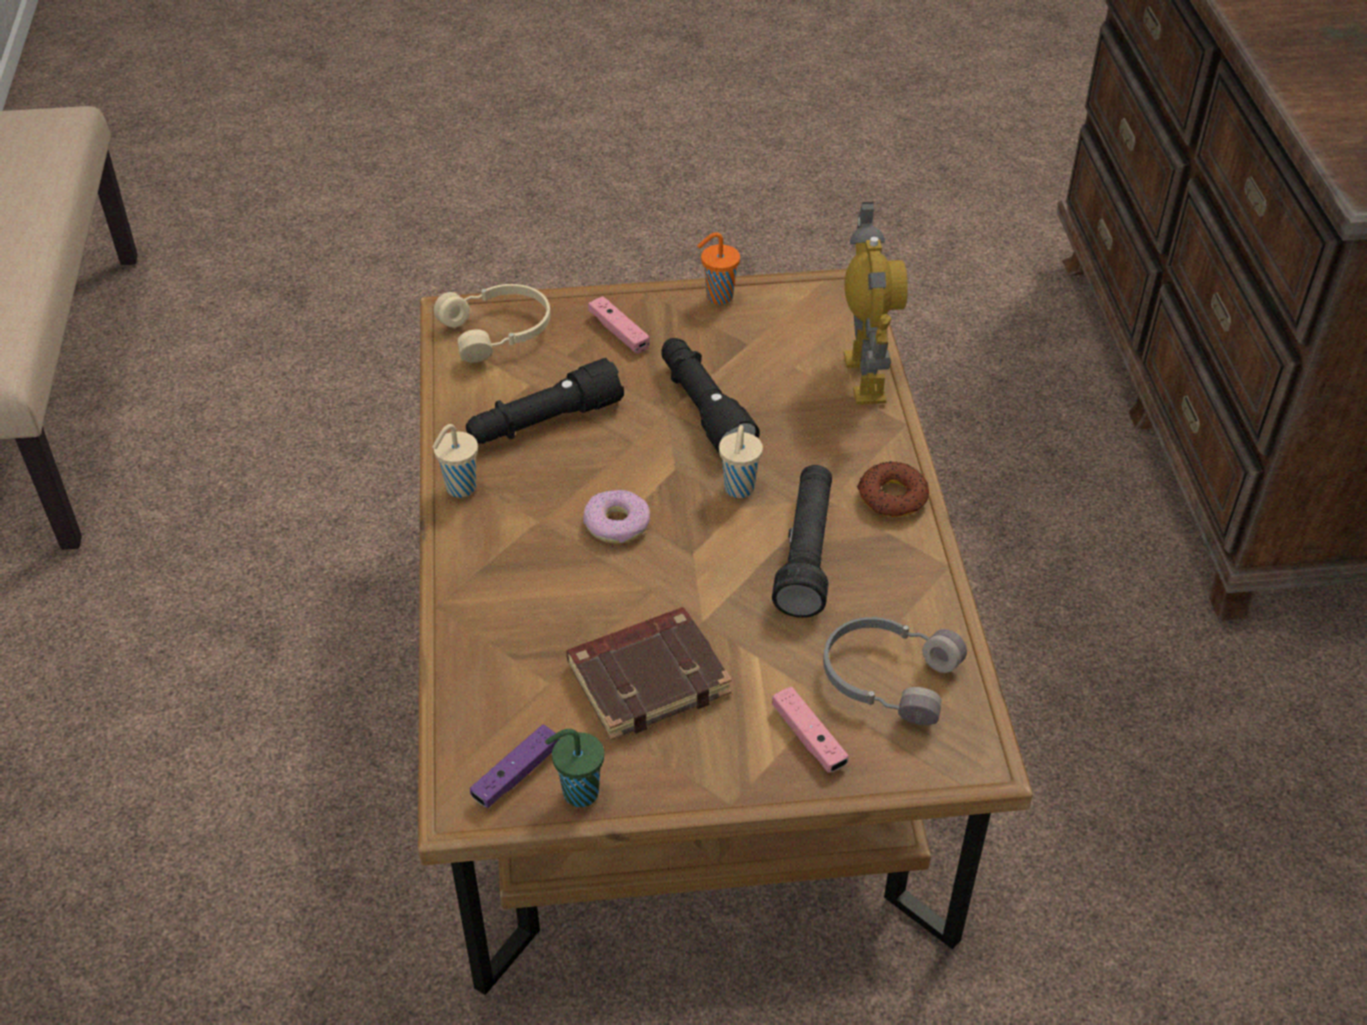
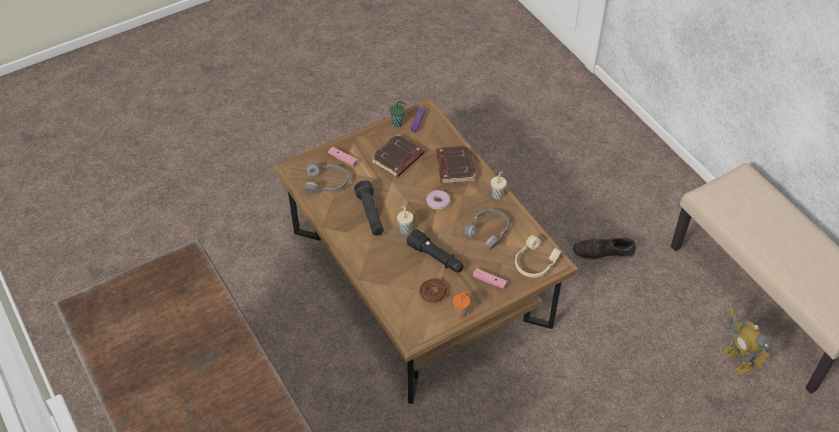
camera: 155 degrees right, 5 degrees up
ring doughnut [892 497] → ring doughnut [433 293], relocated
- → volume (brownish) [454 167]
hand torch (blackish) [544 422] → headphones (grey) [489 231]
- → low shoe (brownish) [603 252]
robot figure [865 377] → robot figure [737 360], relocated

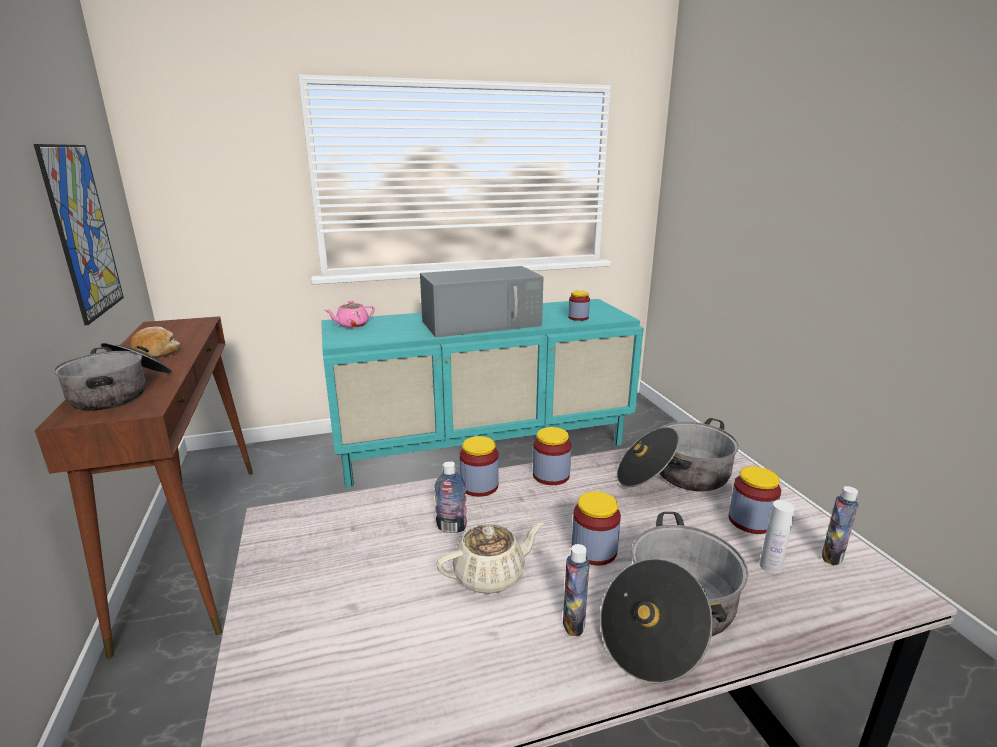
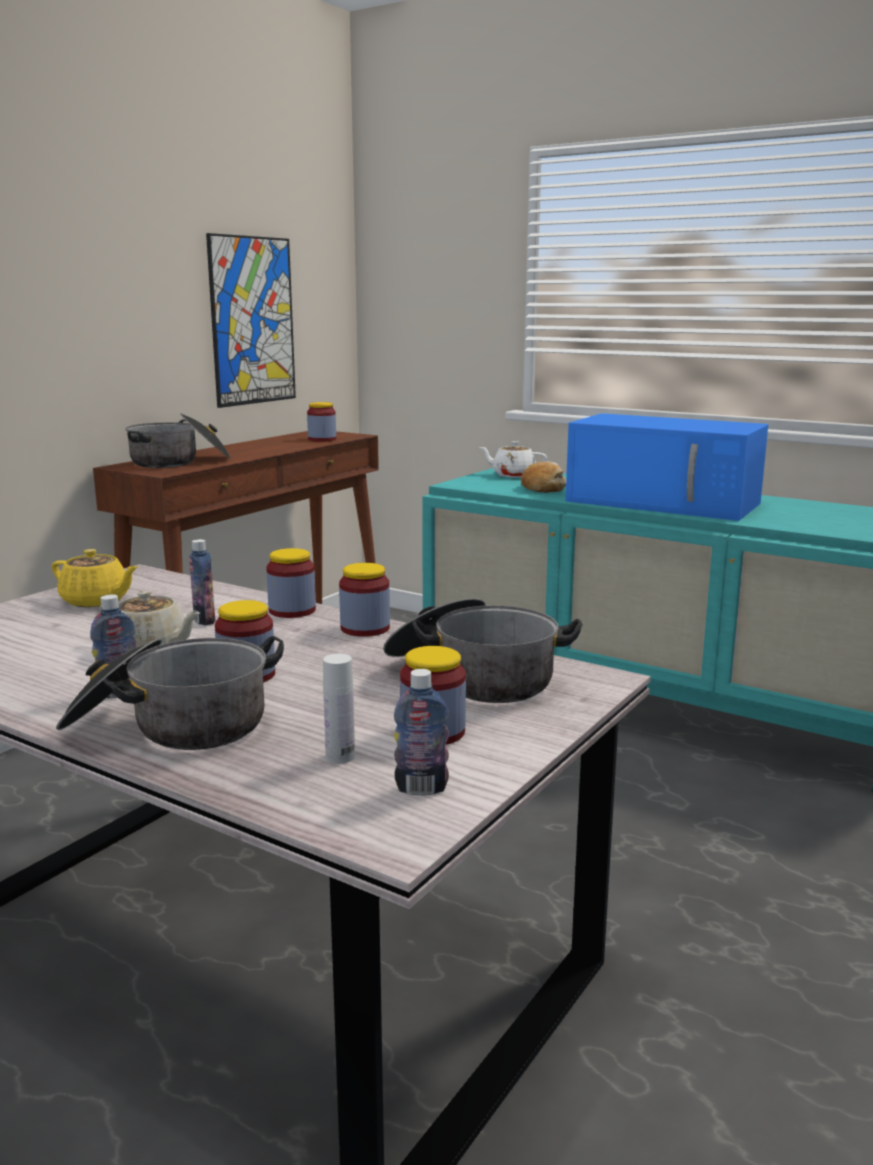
camera: 50 degrees right, 5 degrees down
- → tea pot (yellow) [96 601]
storage jar [578 318] → storage jar [322 439], relocated
tea pot (pinkish) [352 325] → tea pot (white) [512 475]
baked bread [156 351] → baked bread [543 488], relocated
kitchen microwave (grey) [483 323] → kitchen microwave (blue-coloured) [665 502]

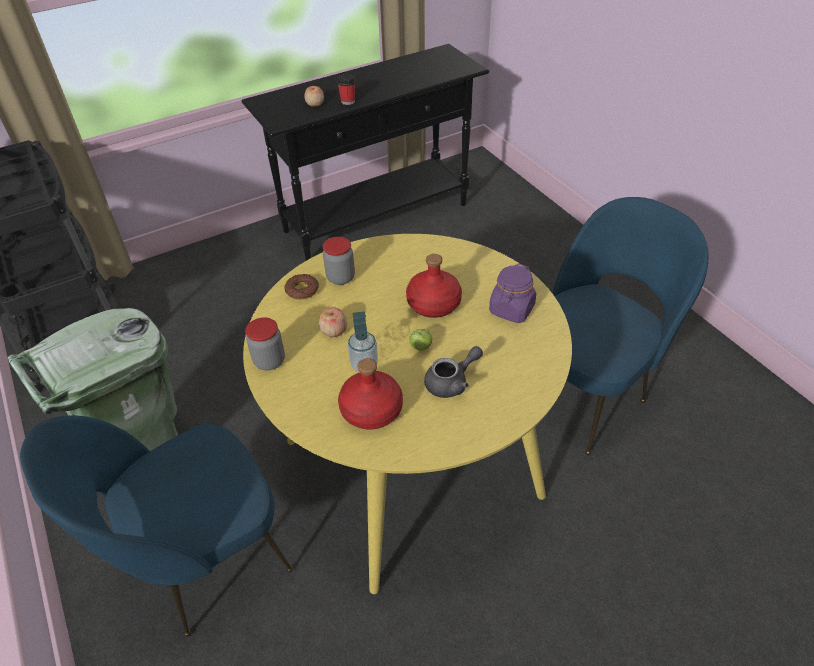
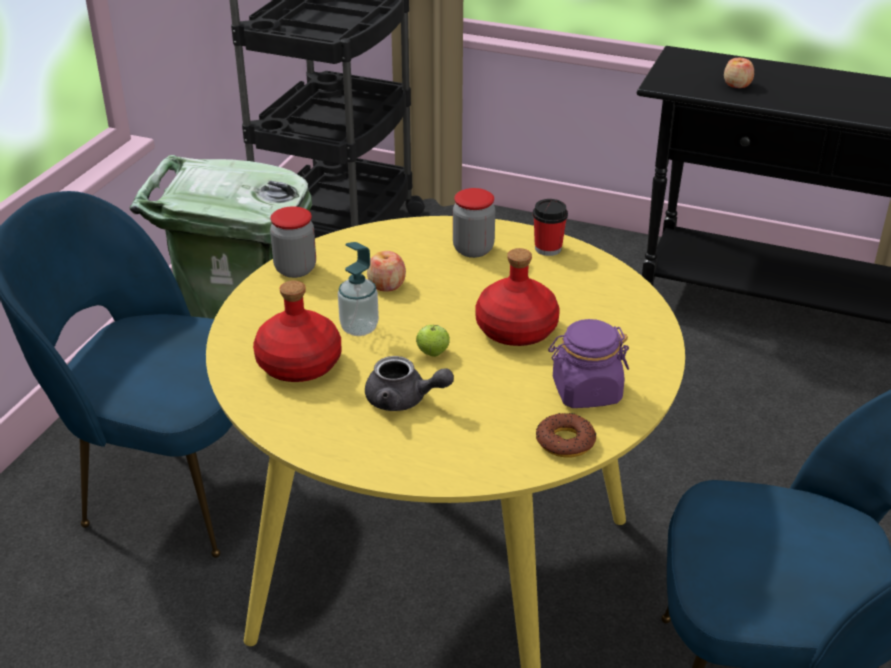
camera: 50 degrees right, 10 degrees down
cup [348 101] → cup [548 248], relocated
ring doughnut [302 290] → ring doughnut [565 441], relocated

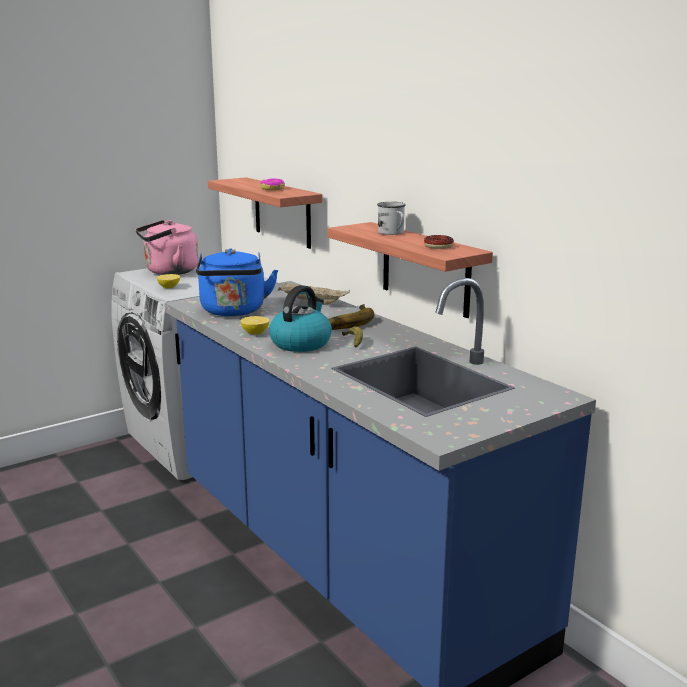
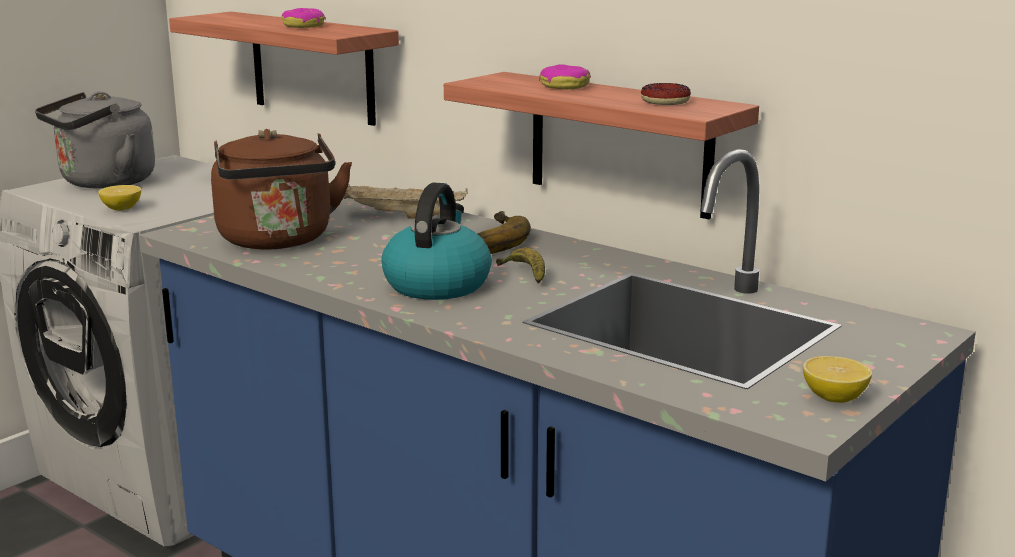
camera: 15 degrees left, 0 degrees up
kettle (pinkish) [168 272] → kettle (grey) [103 183]
kettle (blue-coloured) [233 312] → kettle (brownish) [278 241]
coffee mug (white) [393 233] → ring doughnut [565 86]
whole lemon [255 333] → whole lemon [834 398], relocated

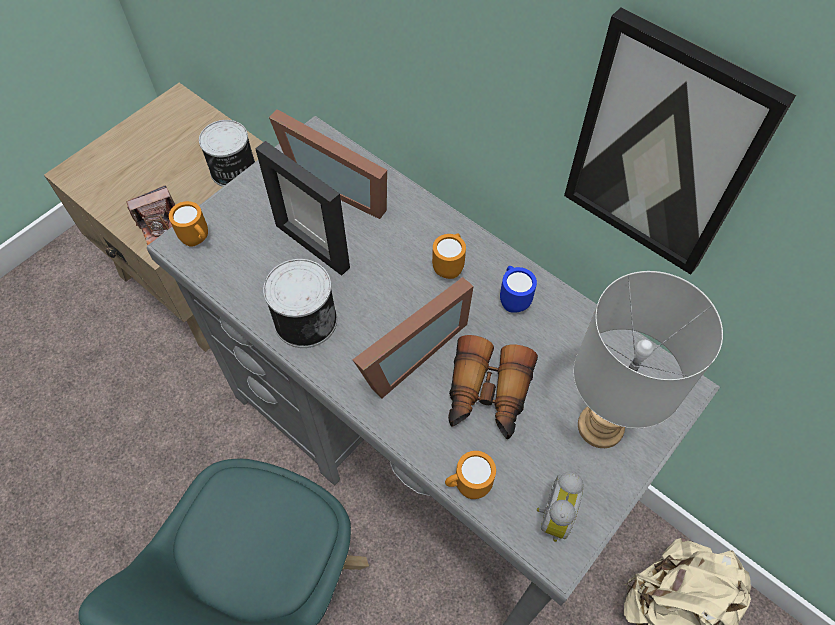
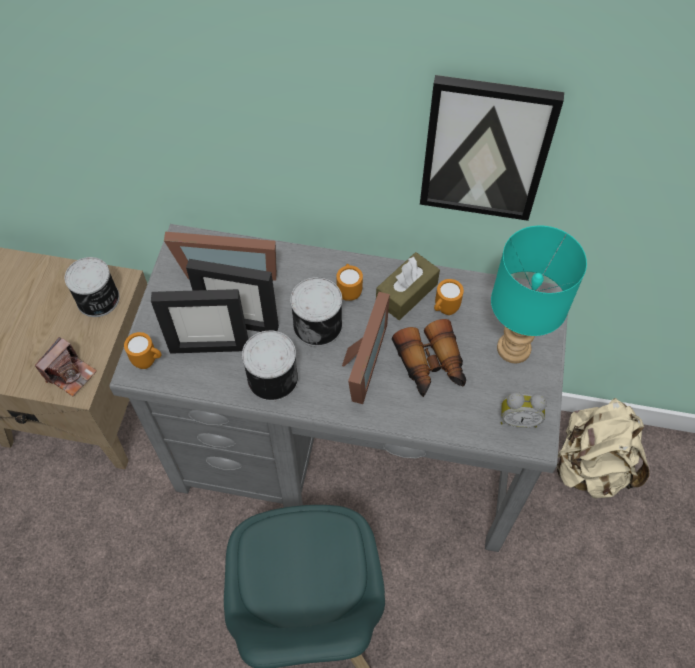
camera: 30 degrees left, 0 degrees up
- → picture frame [209 346]
- → metal can [318 324]
coffee mug (blue-coloured) [512 299] → tissue box (brownish) [406 293]
coffee mug (orange) [467 486] → coffee mug (orange) [444 310], relocated
tabletop lamp (grey) [602 426] → tabletop lamp (blue-green) [515 348]
alarm clock [552 515] → alarm clock [518 419], 105 degrees clockwise

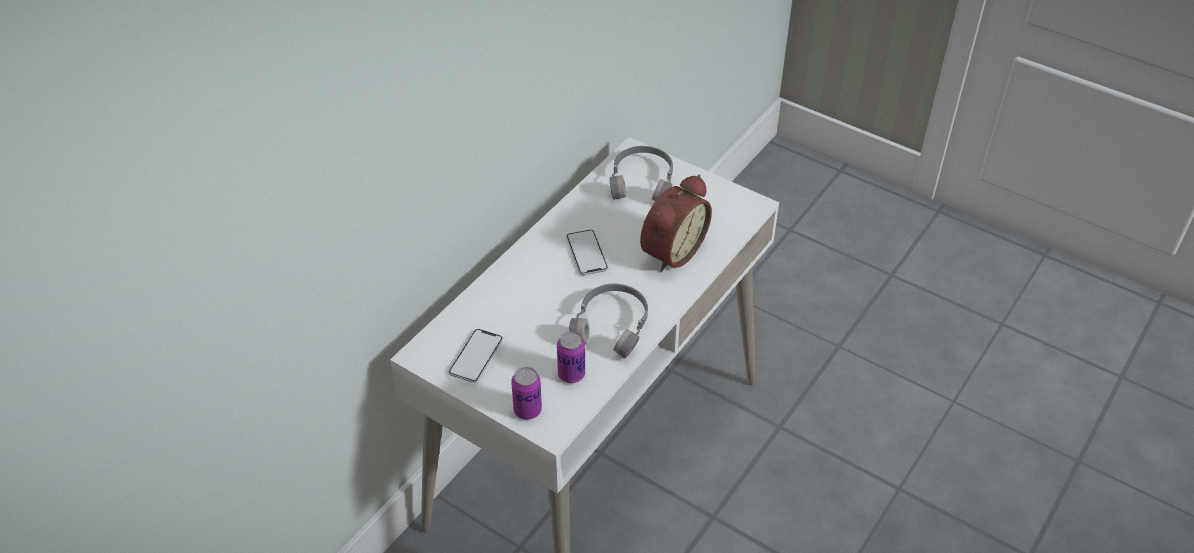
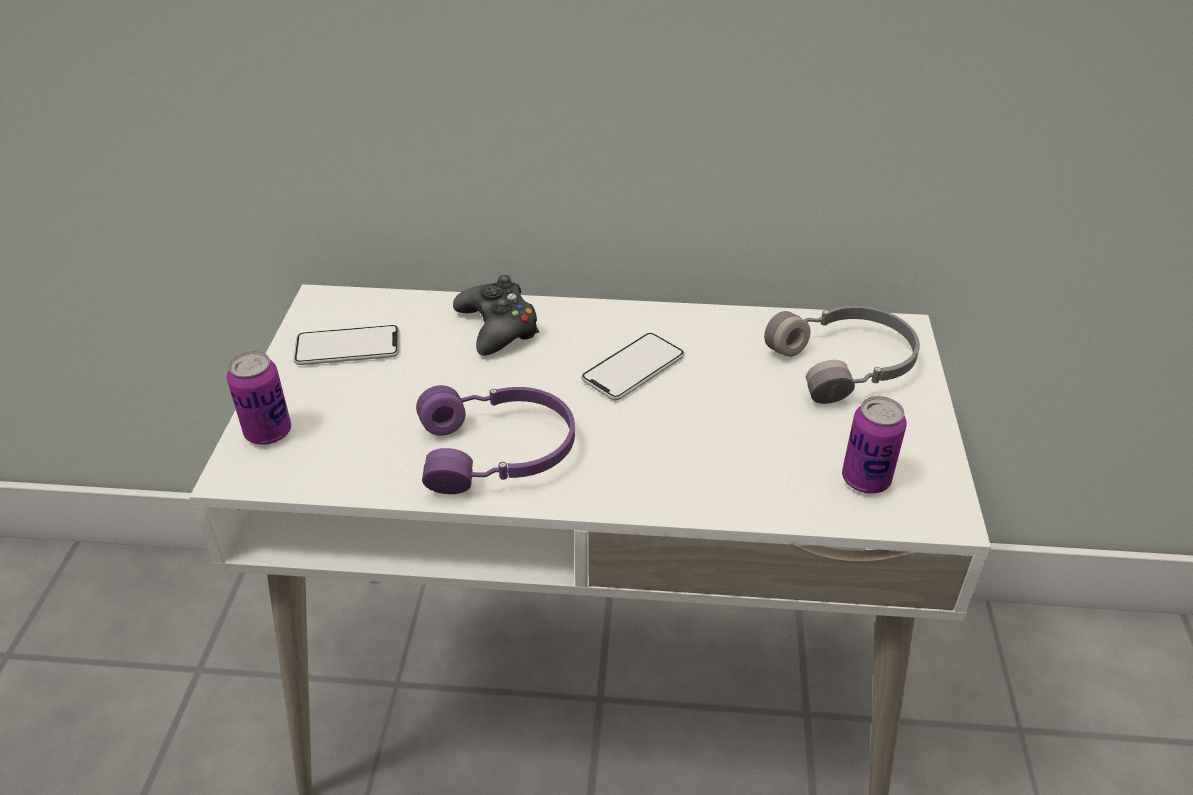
camera: 60 degrees right, 5 degrees down
headphones (grey) [612 326] → headphones (purplish) [498 452]
- → game controller (blackish) [498 327]
metal can [571 374] → metal can [865 479], relocated
alarm clock [670 251] → -

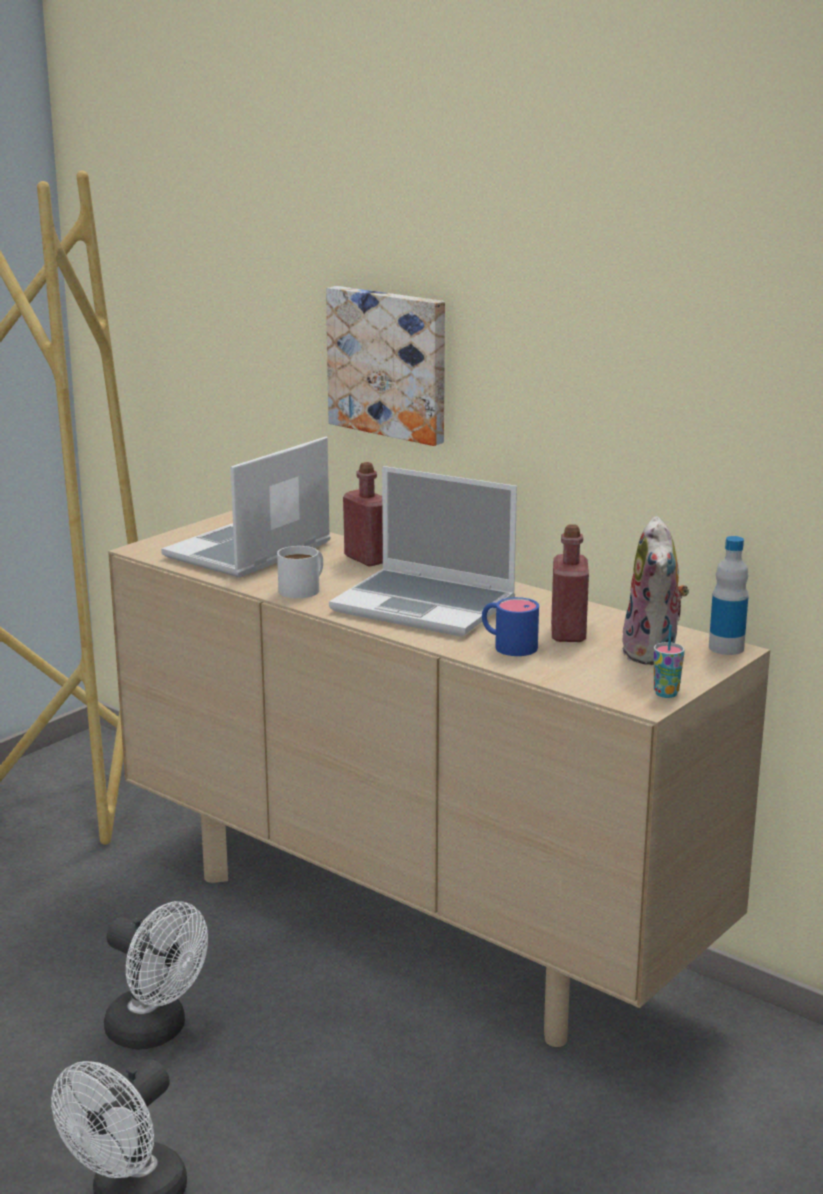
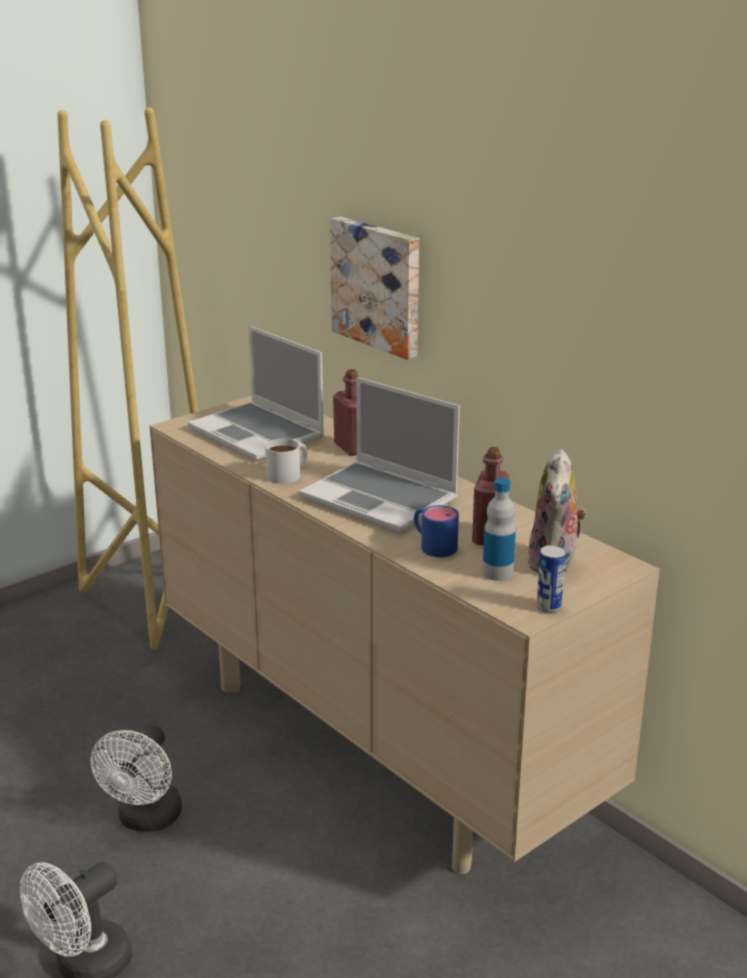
camera: 10 degrees right, 5 degrees up
electric fan (white) [156 1031] → electric fan (white) [146 820], 60 degrees clockwise
notebook computer [248 551] → notebook computer [258 434], 90 degrees counterclockwise
bottle [726 648] → bottle [497 573], relocated
cup [666 694] → metal can [548 607]

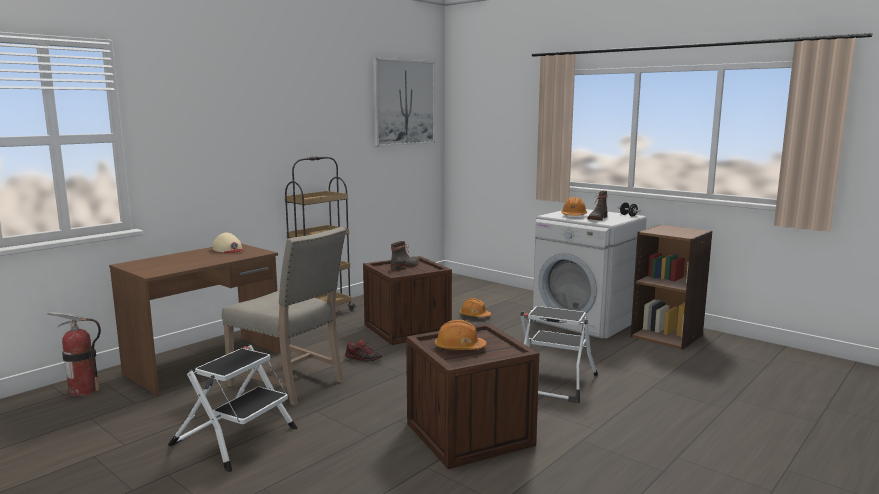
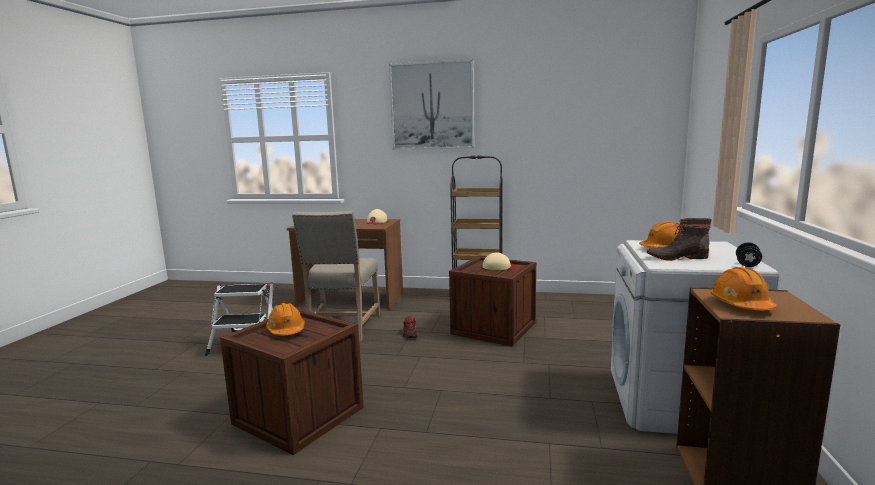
camera: 60 degrees right, 0 degrees up
wall picture [404 102] → wall picture [432 106], relocated
high-top boot [405 266] → cap (beige-coloured) [500 267]
hard hat (orange) [474 316] → hard hat (orange) [741 305], relocated
fire-fighting cylinder [82 391] → -
step ladder [553 381] → -

